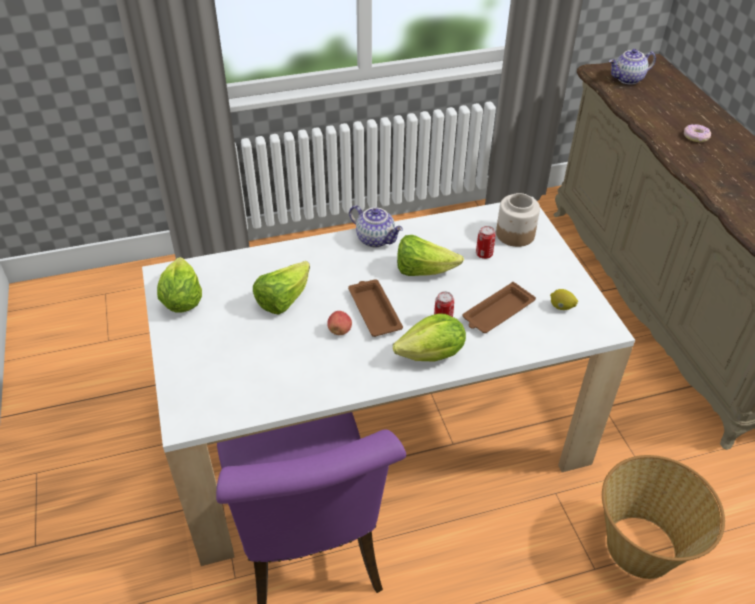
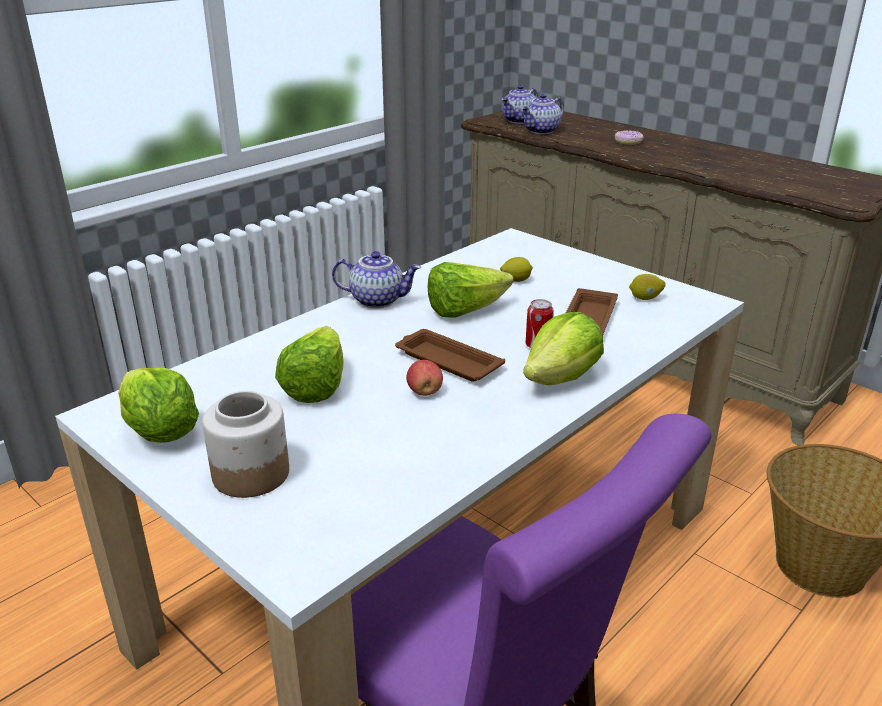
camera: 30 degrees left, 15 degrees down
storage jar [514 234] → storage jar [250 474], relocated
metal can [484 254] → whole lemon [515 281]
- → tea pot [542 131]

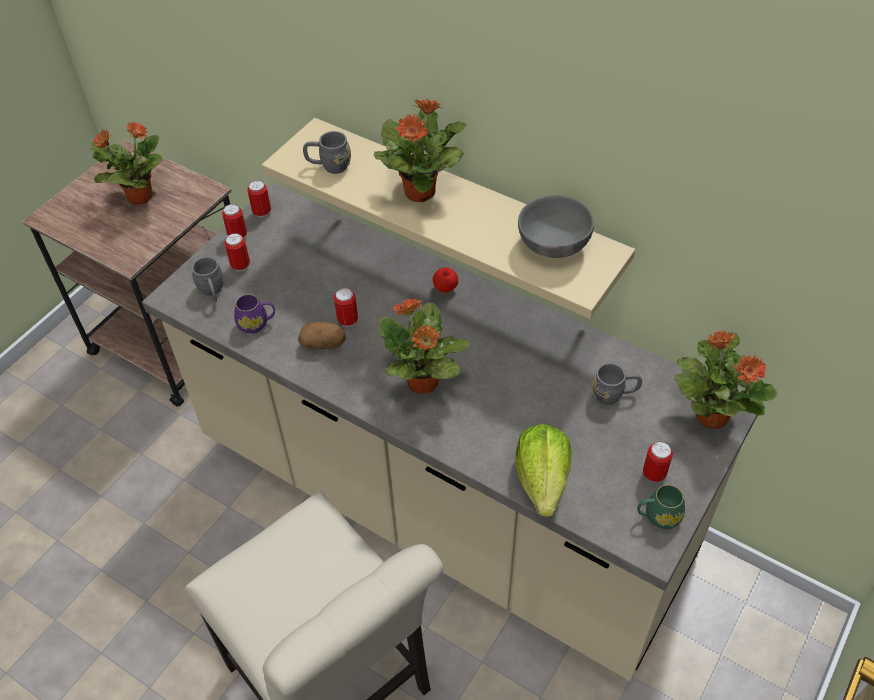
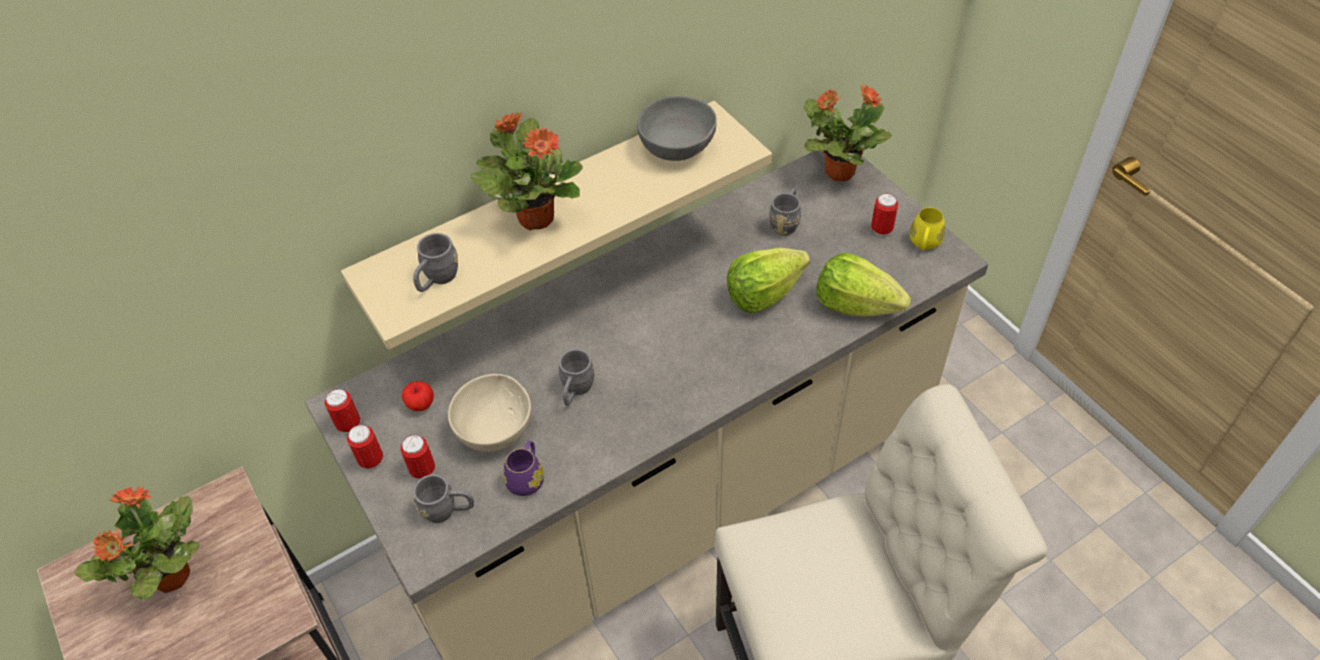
camera: 65 degrees left, 0 degrees up
apple fruit [445 288] → apple fruit [421 404], relocated
- → bowl (beige-coloured) [497 428]
metal can [348 320] → coffee mug (grey) [575 391]
- → head of lettuce [763 294]
coffee mug (green-coloured) [658 516] → coffee mug (yellow) [924 243]
spud [323 344] → -
potted plant [423 383] → -

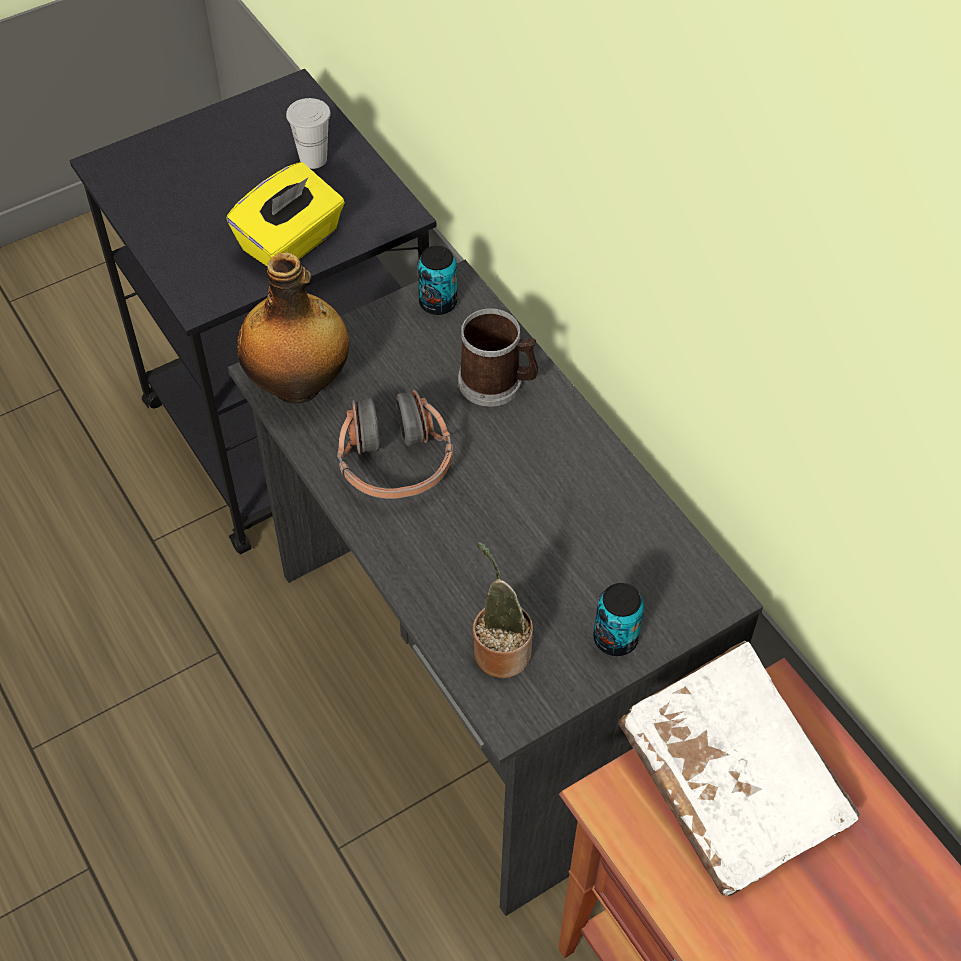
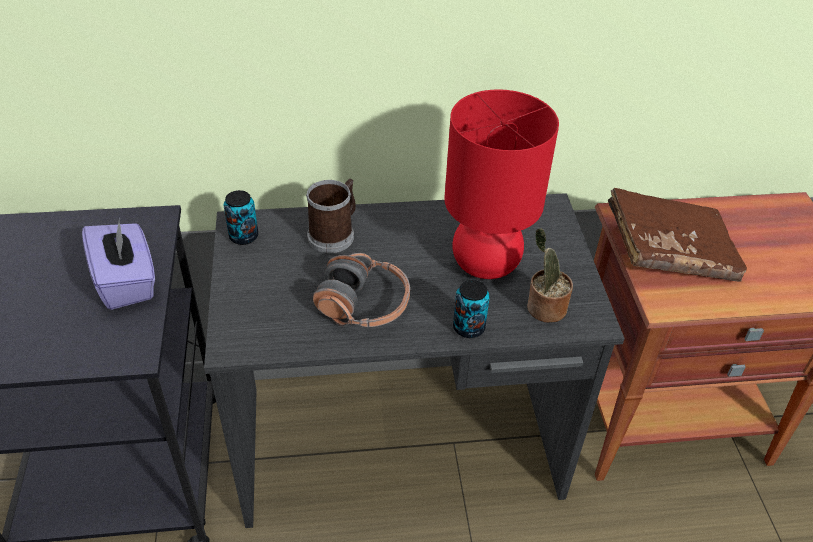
camera: 65 degrees left, 10 degrees down
tissue box (yellow) [291 242] → tissue box (purplish) [127 282]
- → tabletop lamp (red) [485 264]
metal can [615 638] → metal can [468 328], relocated
volume (white) [731 783] → volume (brownish) [669 252]
bottle [299 385] → -
cup (white) [313 159] → -

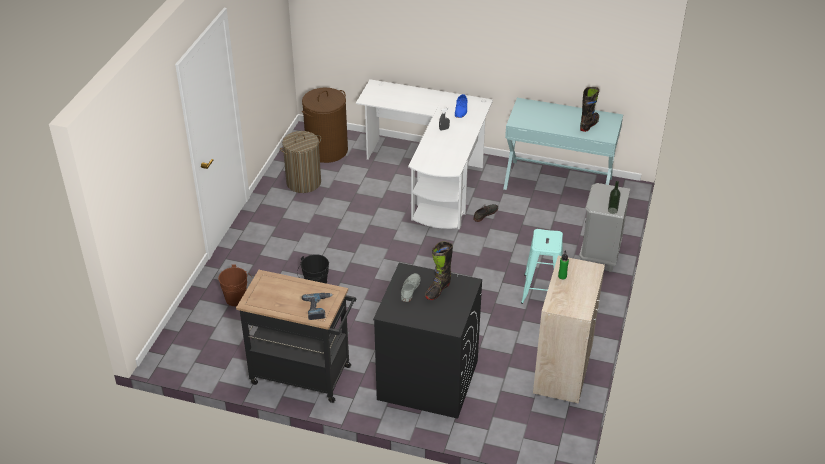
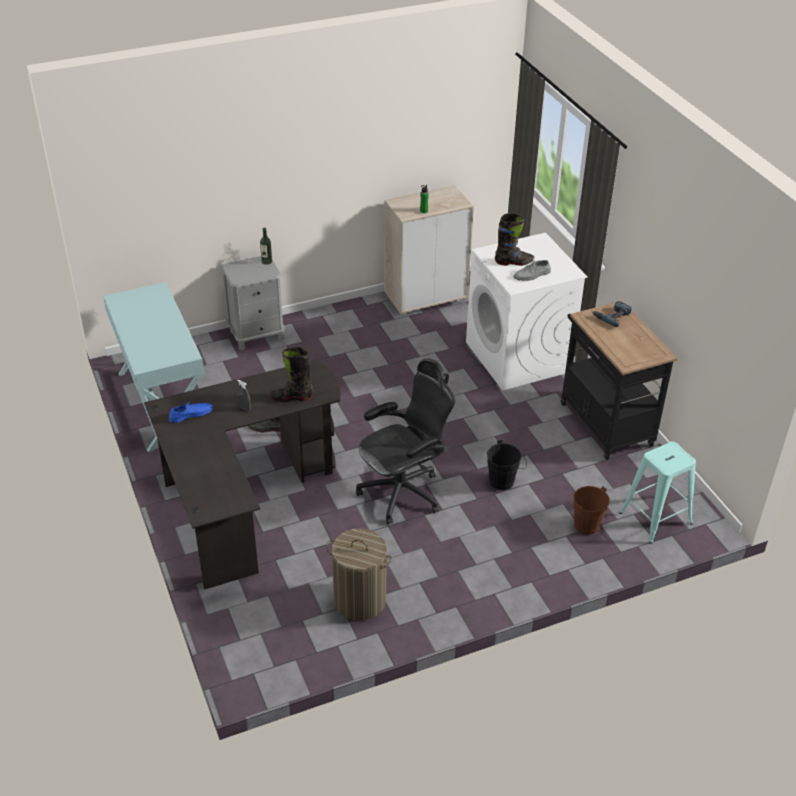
camera: 130 degrees left, 0 degrees up
desk unit (white) [432 177] → desk unit (blackish) [240 497]
high-top boot (blackish) [589 125] → high-top boot (blackish) [291 397], relocated
- → office chair [404 491]
laundry machine (blackish) [427 380] → laundry machine (white) [518 357]
stool (blue-green) [542 290] → stool (blue-green) [655 518], relocated
hamper (brownish) [327 150] → -

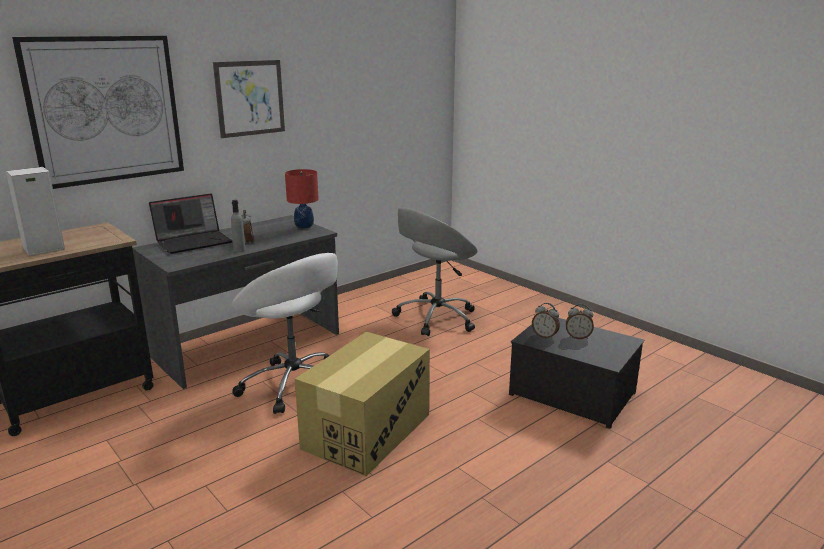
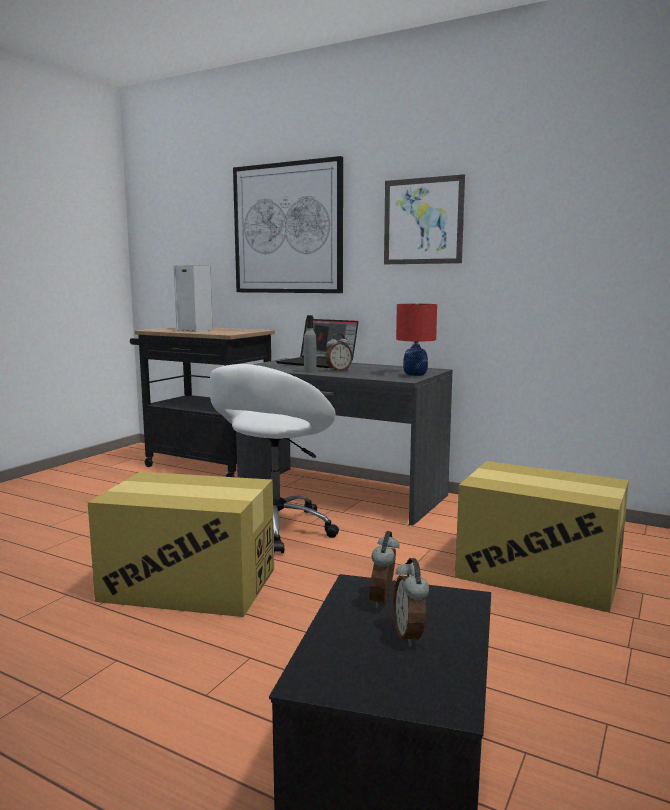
camera: 70 degrees right, 10 degrees down
office chair (grey) [434 318] → carton [538 573]

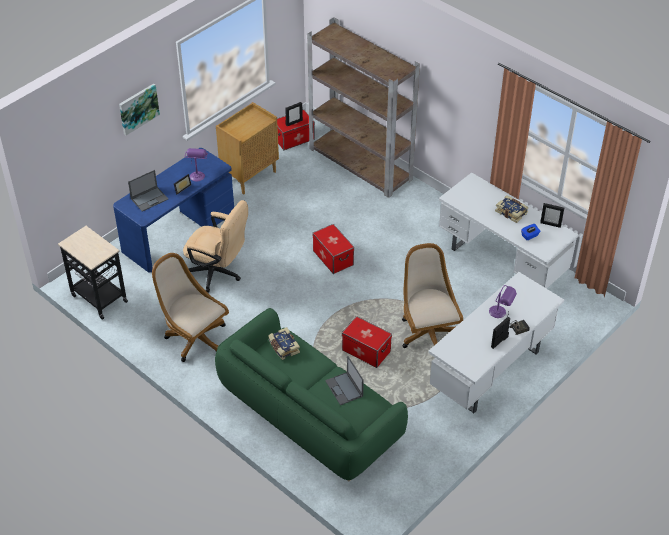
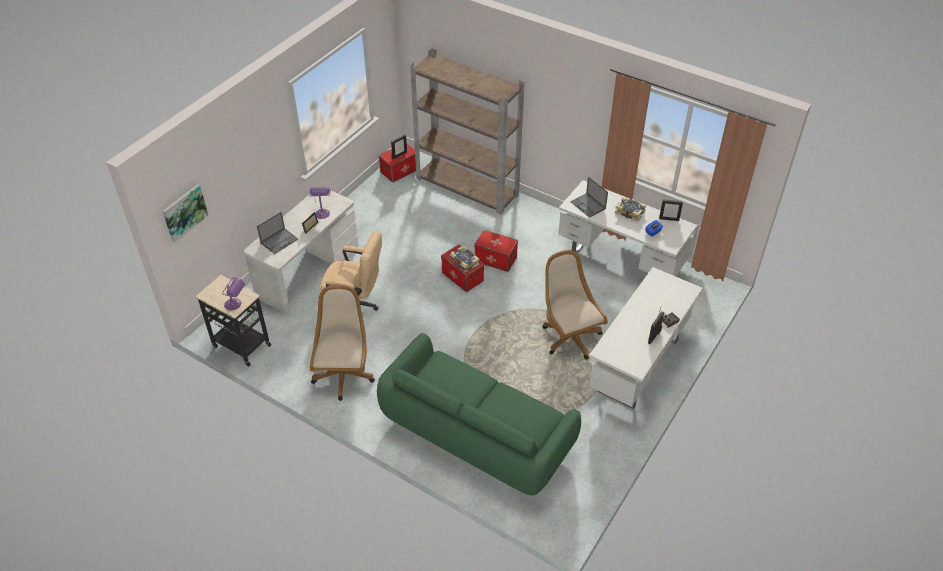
camera: 10 degrees left, 0 degrees up
wall picture [138 108] → wall picture [184 212], relocated
tabletop lamp (purplish) [501 312] → tabletop lamp (purplish) [236 304], relocated
desk unit (blue-coloured) [178 231] → desk unit (white) [307 270]
office chair [193 336] → office chair [344 371], 60 degrees clockwise
volume [283 347] → volume [464 262], relocated
storage box [366 351] → storage box [496 259], relocated
notebook computer [344 389] → notebook computer [588 205], relocated
cupboard (brownish) [250 176] → -

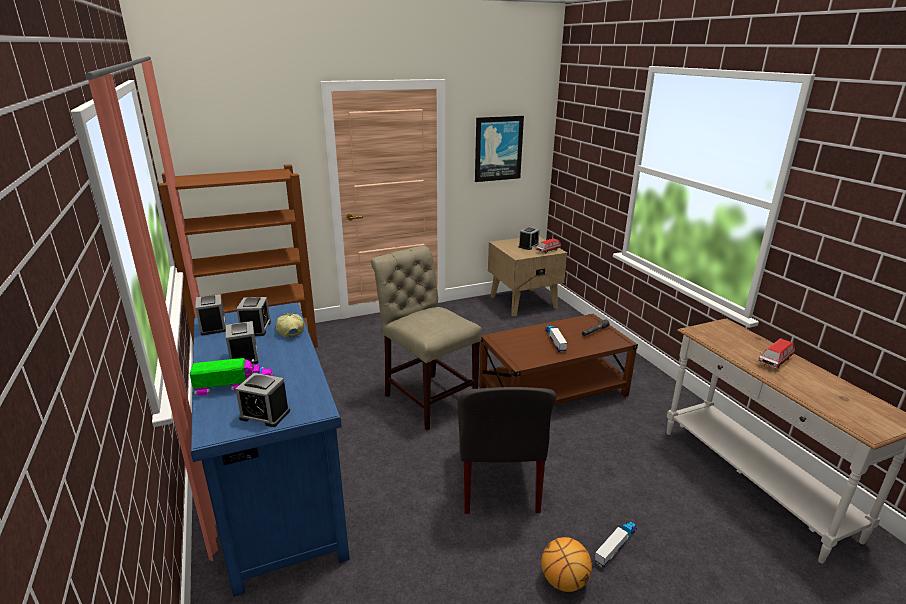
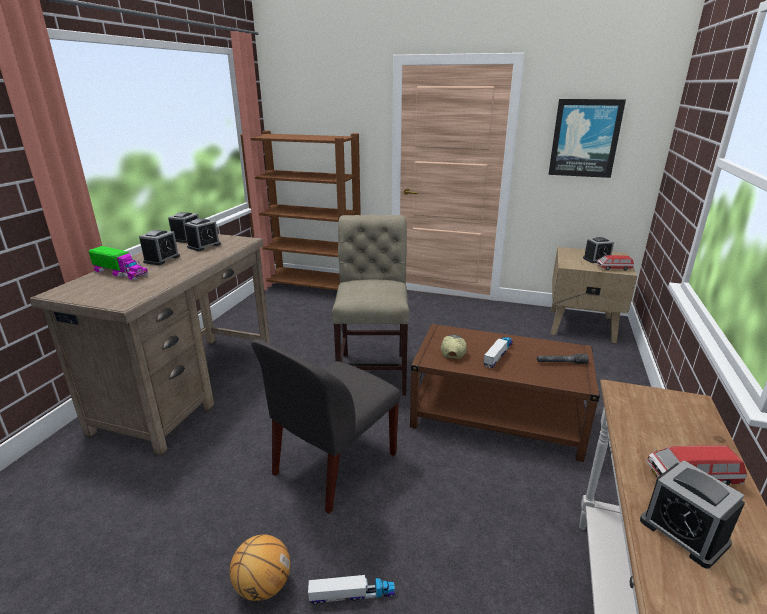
camera: 40 degrees right, 0 degrees up
desk unit (blue-coloured) [277 492] → desk unit (brownish) [189 386]
cap [289 330] → cap [452 351], relocated
alarm clock [265 414] → alarm clock [683 532], relocated

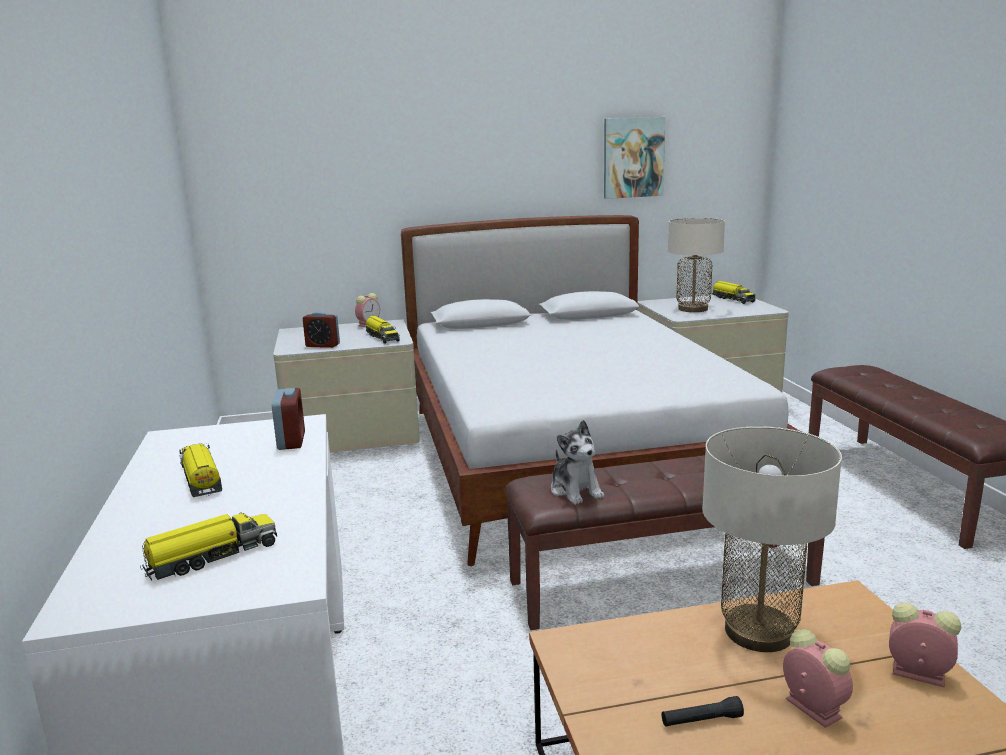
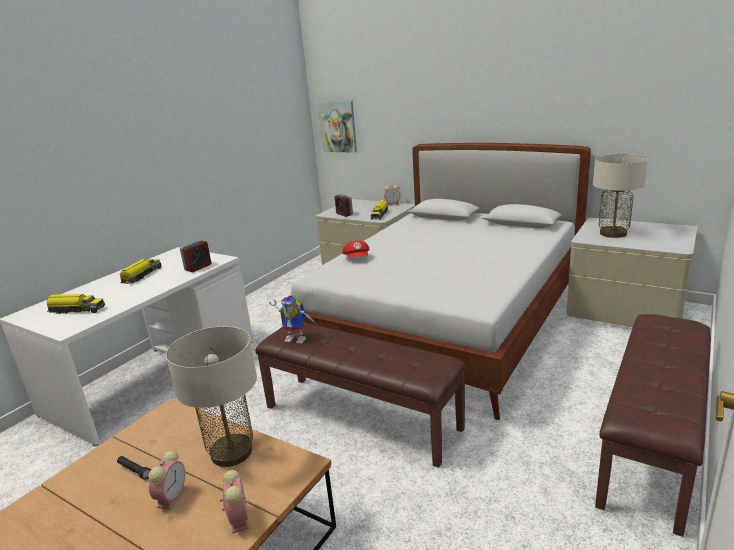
camera: 45 degrees right, 5 degrees up
cuddly toy [575 491] → robot figure [298 338]
wall picture [633 157] → wall picture [338 126], relocated
- → cap (red) [357 259]
toy truck [732 299] → -

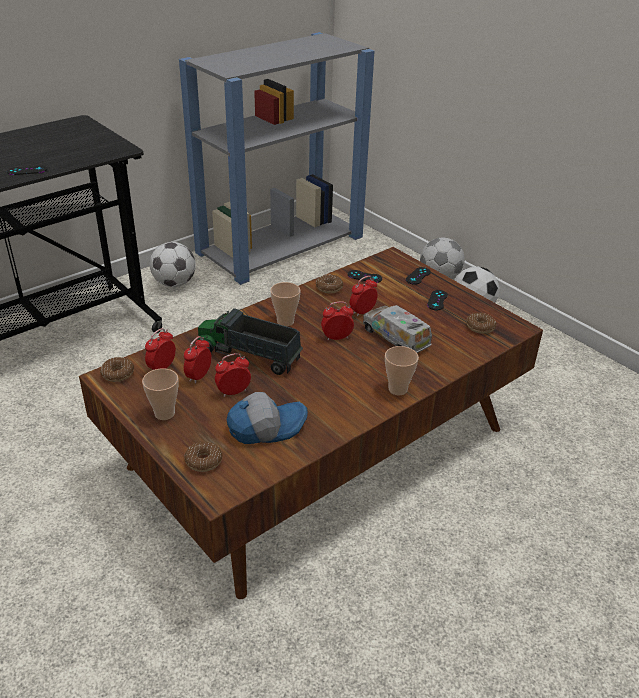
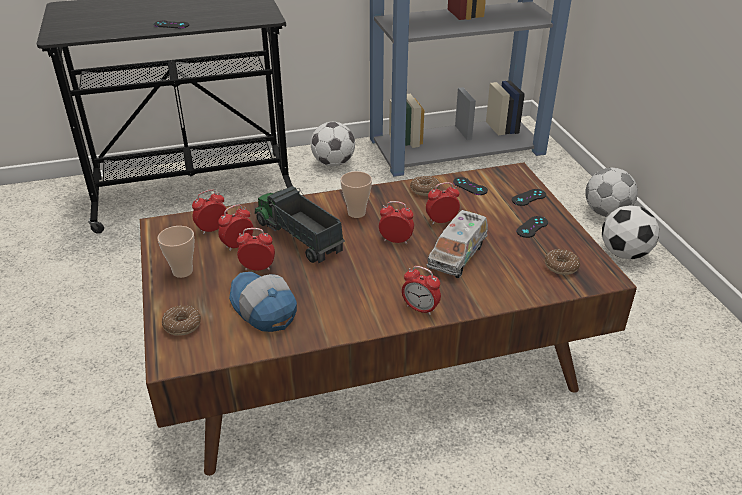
camera: 25 degrees right, 0 degrees up
cap [266 427] → cap [262 309], 135 degrees counterclockwise
cup [398 389] → alarm clock [420 308]
toy truck [395 338] → toy truck [457 255], 135 degrees counterclockwise
ring doughnut [118 374] → -

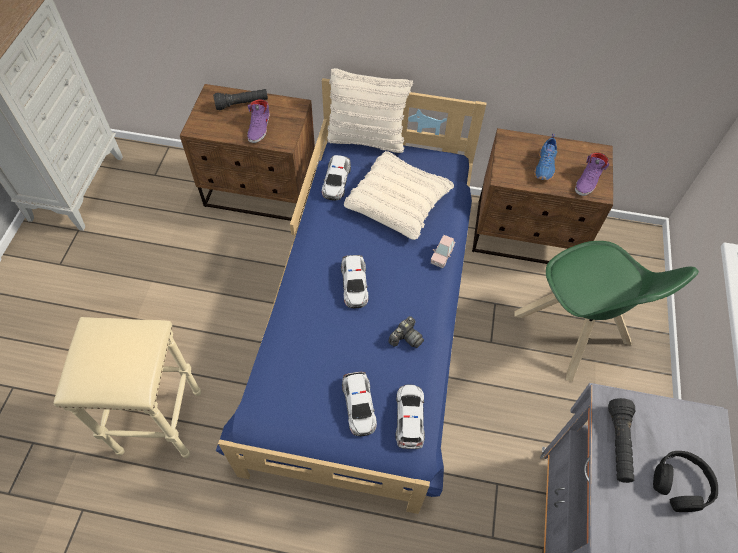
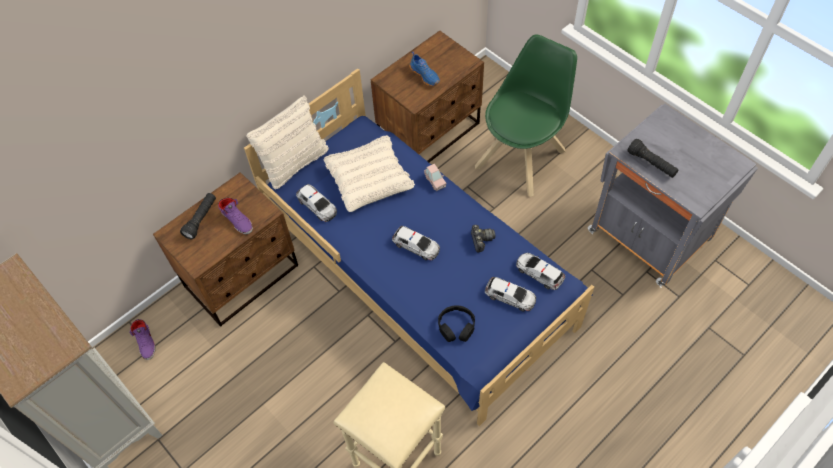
camera: 50 degrees left, 0 degrees up
low shoe (purplish) [588 180] → low shoe (purplish) [146 342], relocated
headphones (blackish) [680 484] → headphones (blackish) [456 327], relocated
plain chair (green-coloured) [574 331] → plain chair (green-coloured) [522 157], 60 degrees counterclockwise

